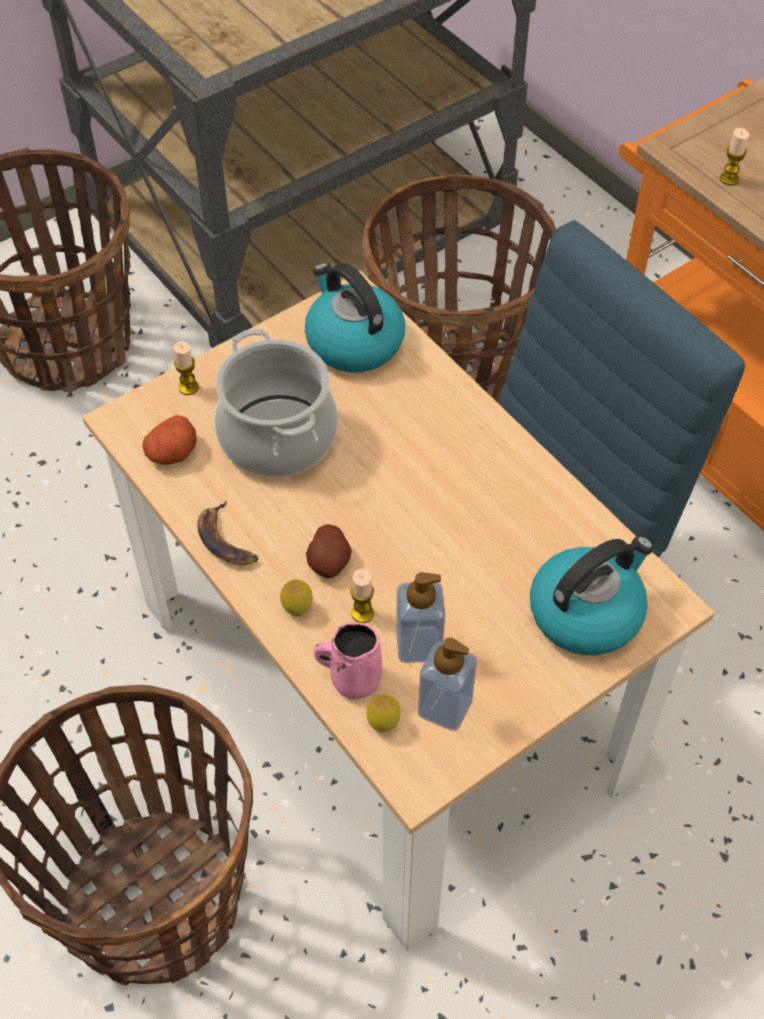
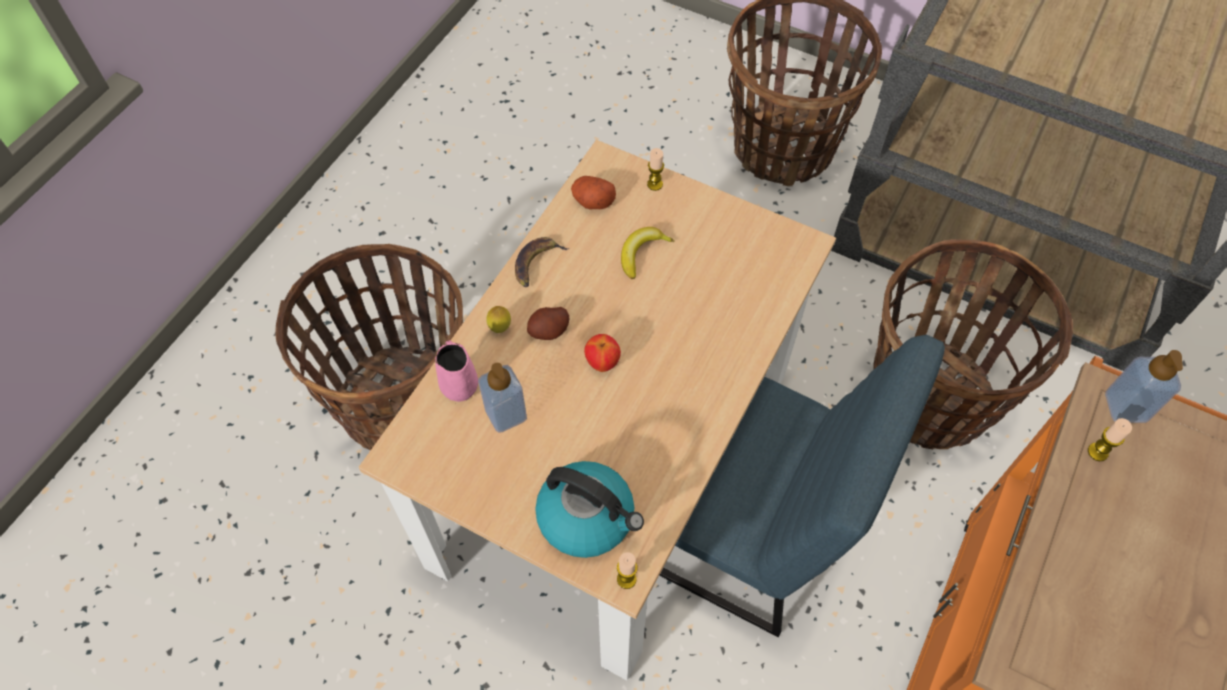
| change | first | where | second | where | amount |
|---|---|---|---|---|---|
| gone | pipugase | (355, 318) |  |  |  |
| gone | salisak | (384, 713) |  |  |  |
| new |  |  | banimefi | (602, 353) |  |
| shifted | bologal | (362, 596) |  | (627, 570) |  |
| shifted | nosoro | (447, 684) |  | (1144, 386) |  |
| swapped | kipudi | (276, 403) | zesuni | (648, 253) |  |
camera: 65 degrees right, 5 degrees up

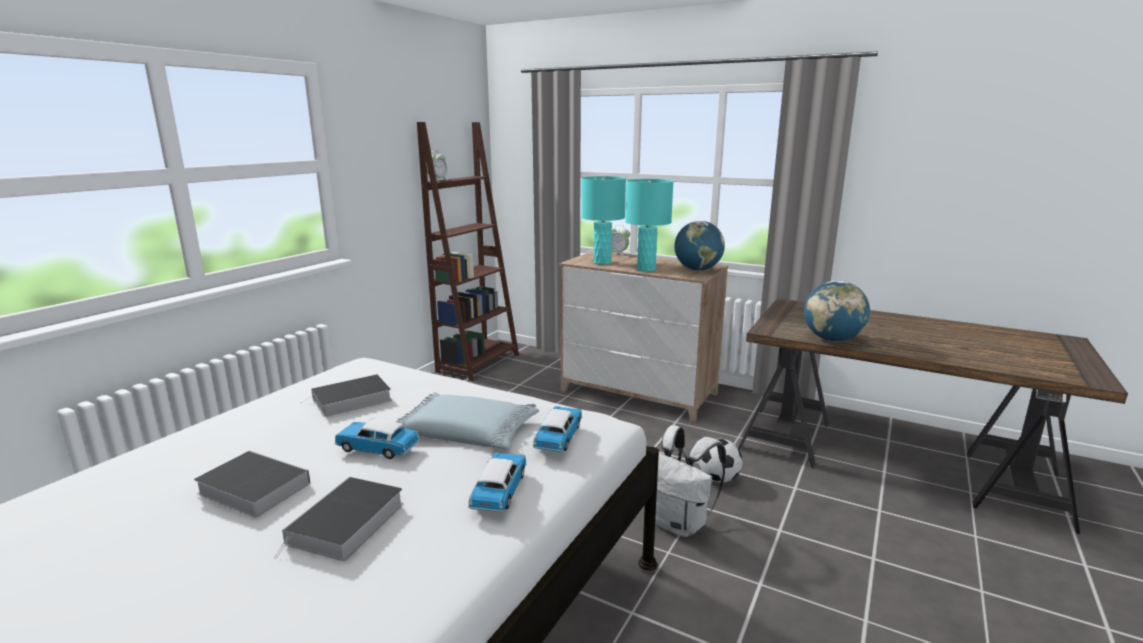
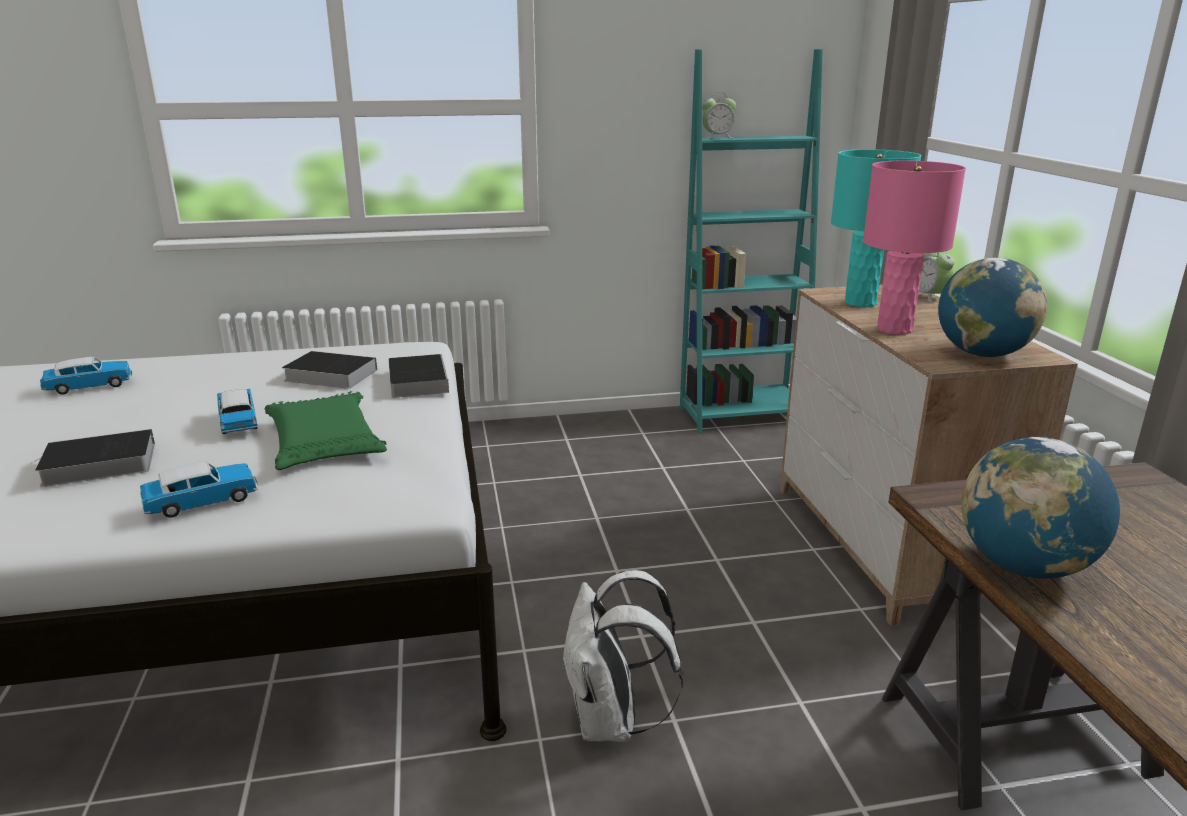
| change | first | where | second | where | amount |
|---|---|---|---|---|---|
| gone | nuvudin | (720, 460) |  |  |  |
| shifted | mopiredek | (252, 484) |  | (419, 376) |  |
| shifted | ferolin | (557, 429) |  | (86, 375) |  |
| repainted | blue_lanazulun | (467, 421) | green_lanazulun | (326, 430) |  |
| repainted | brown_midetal | (468, 251) | turquoise_midetal | (751, 241) |  |
| repainted | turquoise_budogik | (649, 225) | pink_budogik | (914, 247) |  |
camera: 50 degrees right, 5 degrees up

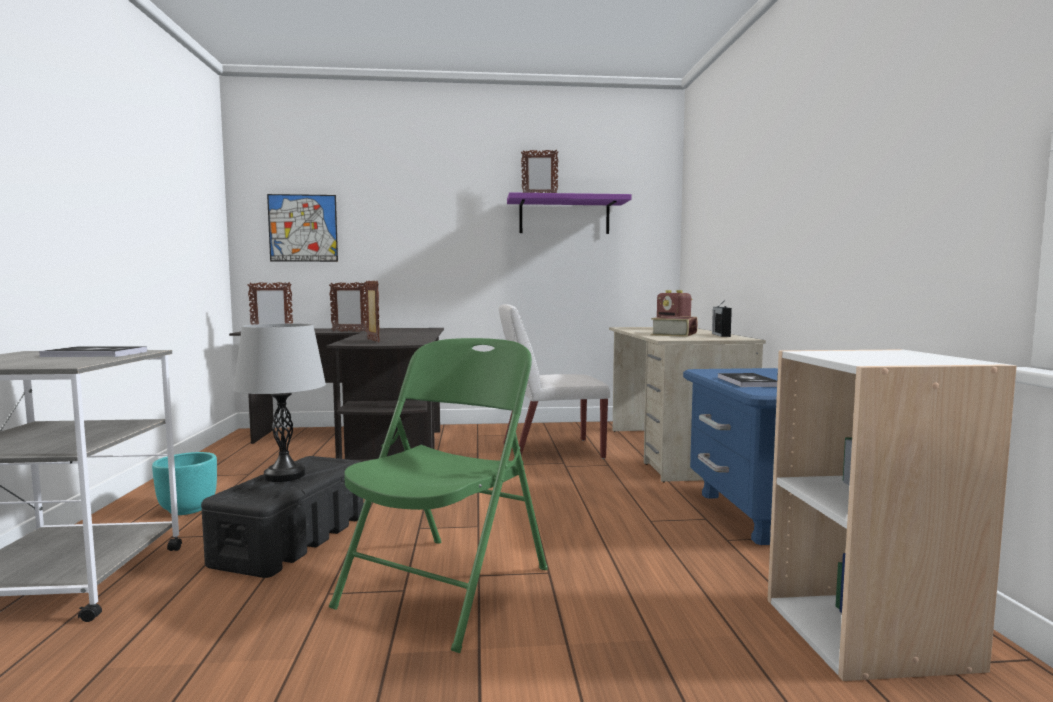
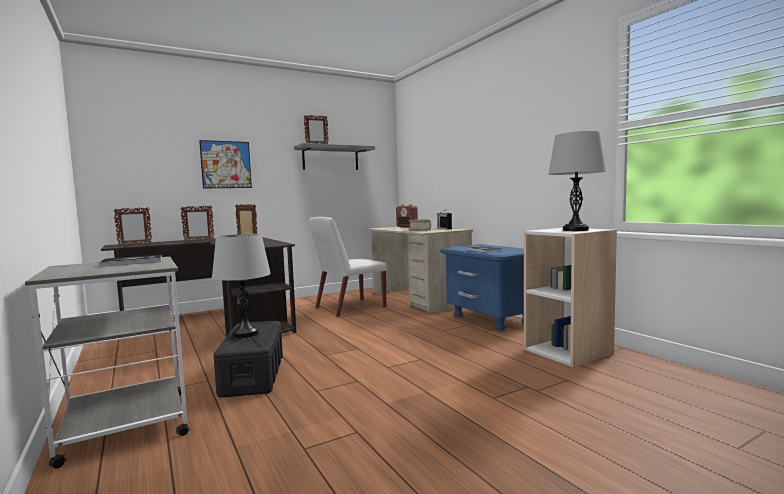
| change | first | where | second | where | amount |
|---|---|---|---|---|---|
| gone | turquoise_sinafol | (184, 483) |  |  |  |
| gone | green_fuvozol | (438, 495) |  |  |  |
| new |  |  | grey_budogik | (577, 181) |  |
| shifted | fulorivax | (302, 228) |  | (225, 164) |  |
| repainted | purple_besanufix | (569, 213) | grey_besanufix | (334, 156) |  |
camera: 25 degrees left, 0 degrees up

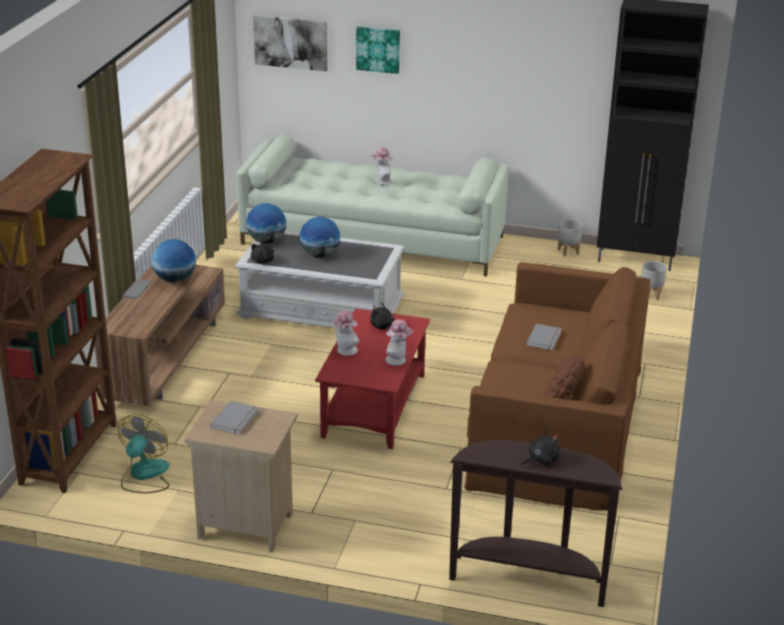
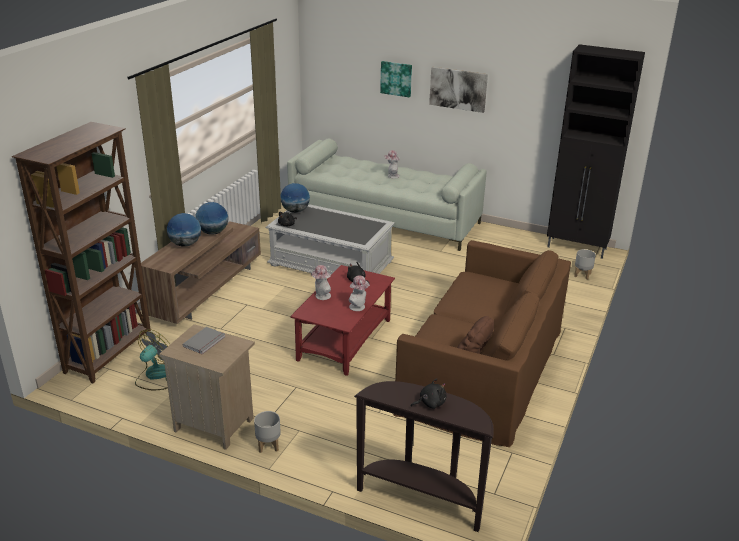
| change | first | where | second | where | amount |
|---|---|---|---|---|---|
| gone | grey_mopiredek | (544, 337) |  |  |  |
| shifted | fulorivax | (290, 43) |  | (458, 90) |  |
| shifted | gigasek | (320, 237) |  | (184, 230) |  |
| shifted | grey_sinafol | (570, 238) |  | (267, 432) |  |
camera: 10 degrees right, 0 degrees up

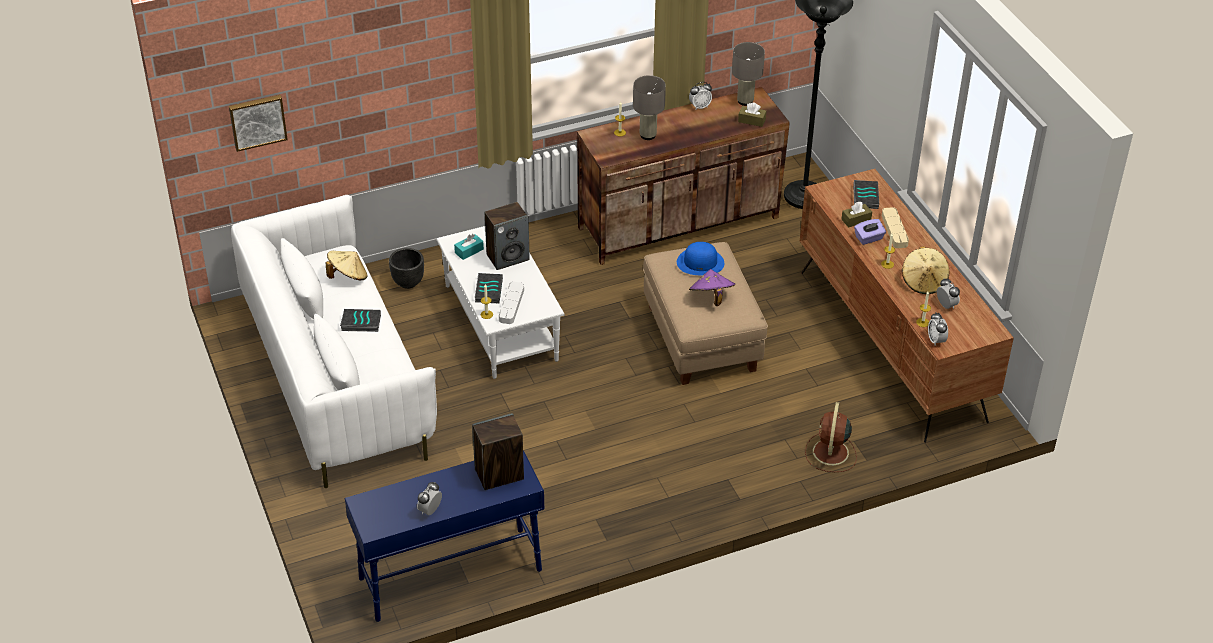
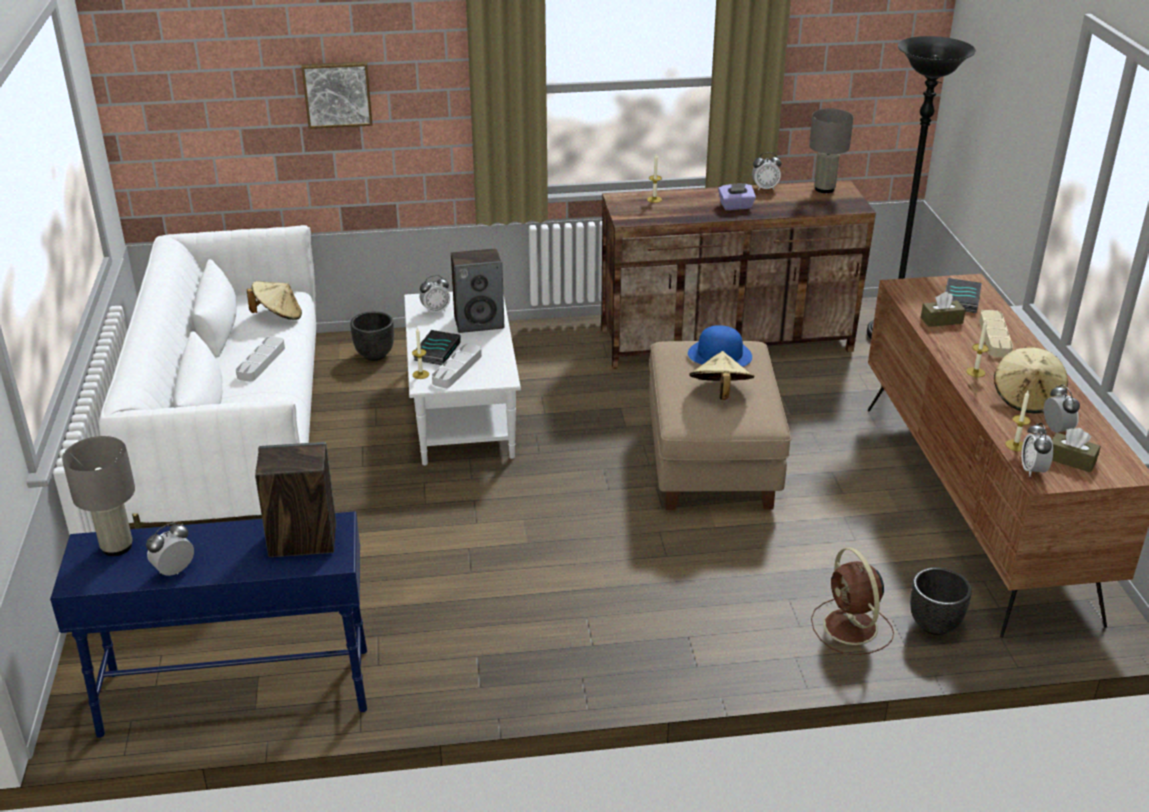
| change | first | where | second | where | amount |
|---|---|---|---|---|---|
| new |  |  | black_sinafol | (941, 601) |  |
| shifted | fulorivax | (258, 123) |  | (337, 95) |  |
| shifted | grey_budogik | (649, 107) |  | (98, 496) |  |
| shifted | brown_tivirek | (752, 115) |  | (1076, 450) |  |
| shifted | purple_tivirek | (870, 232) |  | (737, 196) |  |
| swapped | mopiredek | (360, 320) | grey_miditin | (260, 359) |  |
| swapped | turquoise_tivirek | (469, 247) | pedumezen | (435, 295) |  |
| repainted | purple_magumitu | (712, 287) | beige_magumitu | (721, 375) |  |
| rotated | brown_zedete | (831, 437) |  | (852, 601) | 45 degrees counterclockwise |
camera: 15 degrees right, 10 degrees down

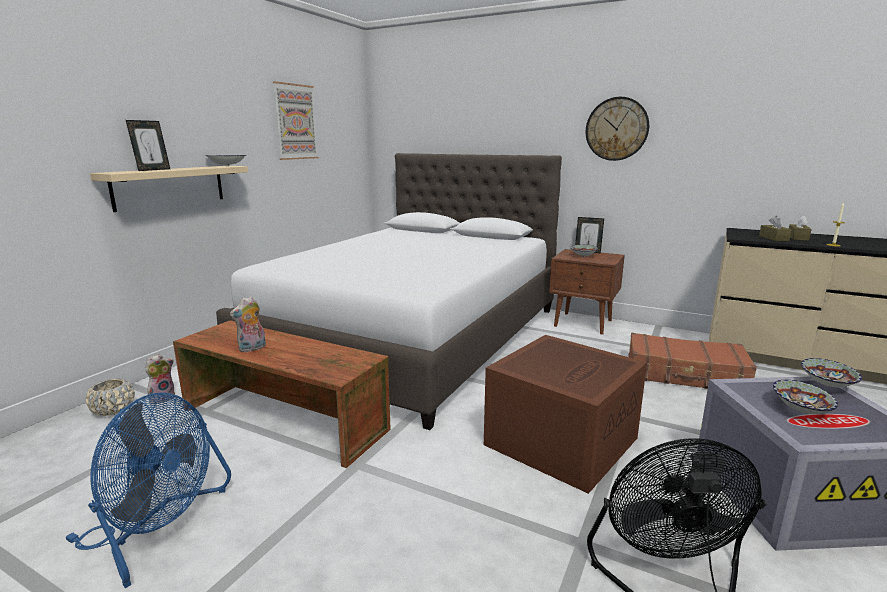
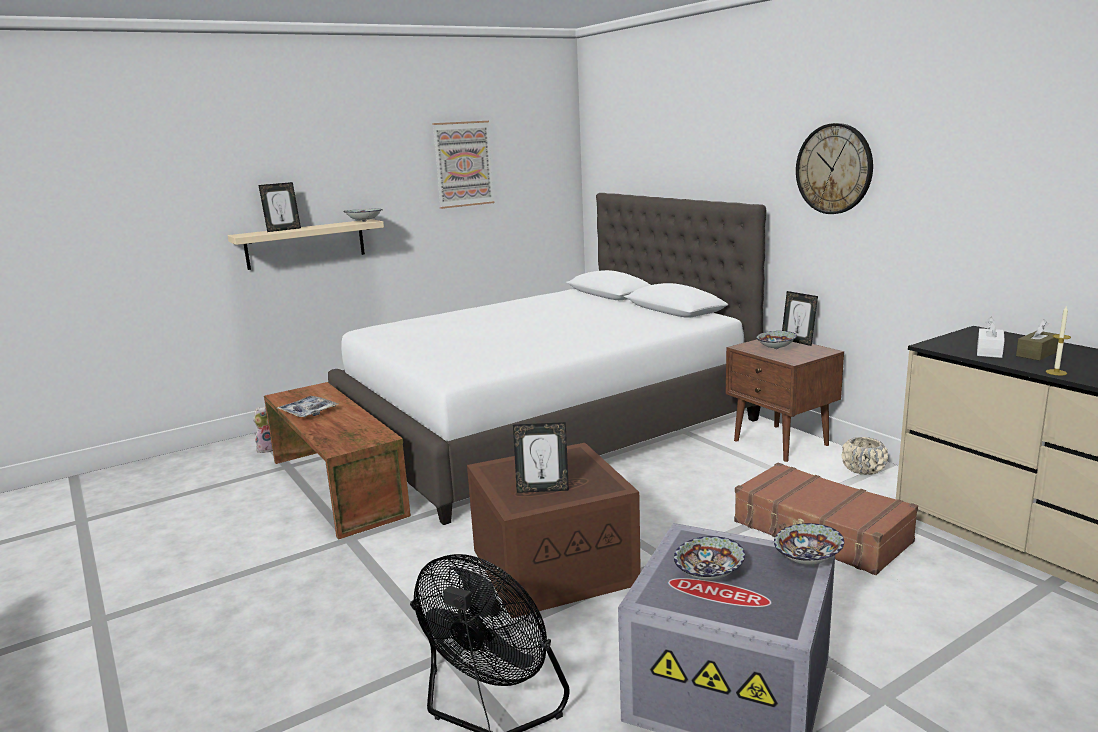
| change | first | where | second | where | amount |
|---|---|---|---|---|---|
| gone | blue_zedete | (148, 490) |  |  |  |
| new |  |  | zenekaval | (541, 457) |  |
| shifted | beige_sinafol | (110, 397) |  | (864, 456) |  |
| swapped | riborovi | (248, 324) | miditin | (308, 407) |  |
| repainted | brown_tivirek | (775, 228) | white_tivirek | (991, 337) |  |
camera: 30 degrees right, 0 degrees up

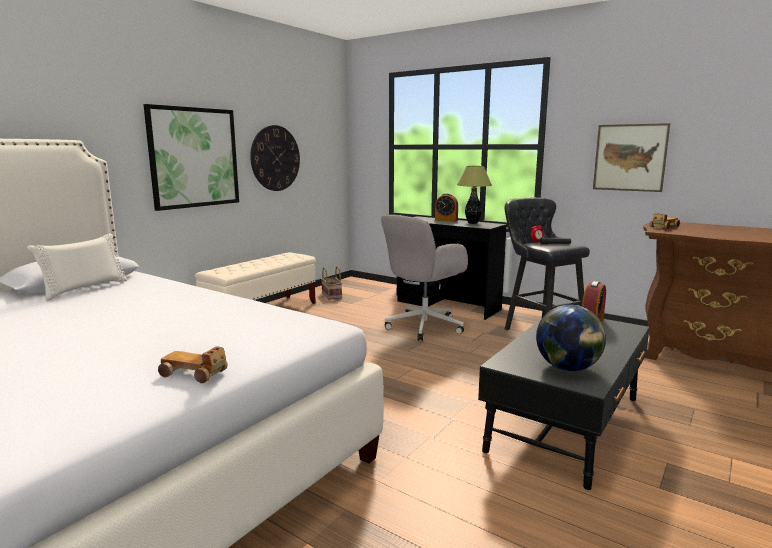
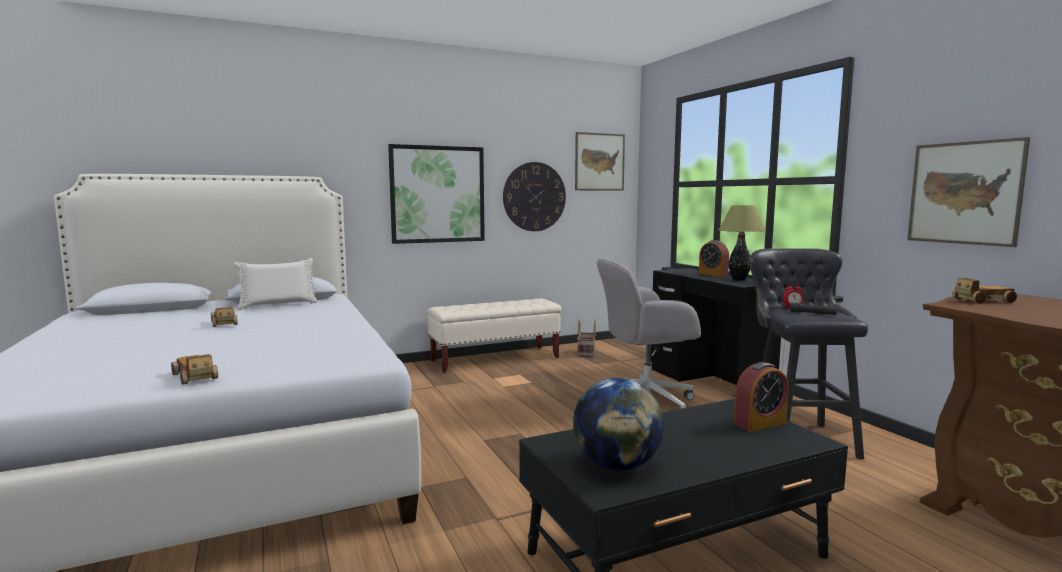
| change | first | where | second | where | amount |
|---|---|---|---|---|---|
| new |  |  | ferolin | (224, 317) |  |
| new |  |  | fulorivax | (600, 161) |  |
camera: 30 degrees right, 5 degrees down

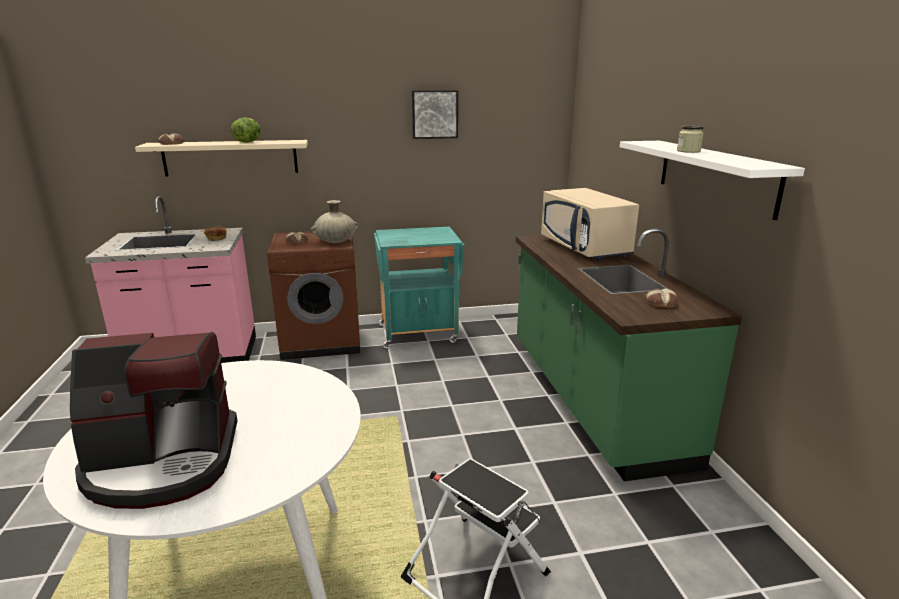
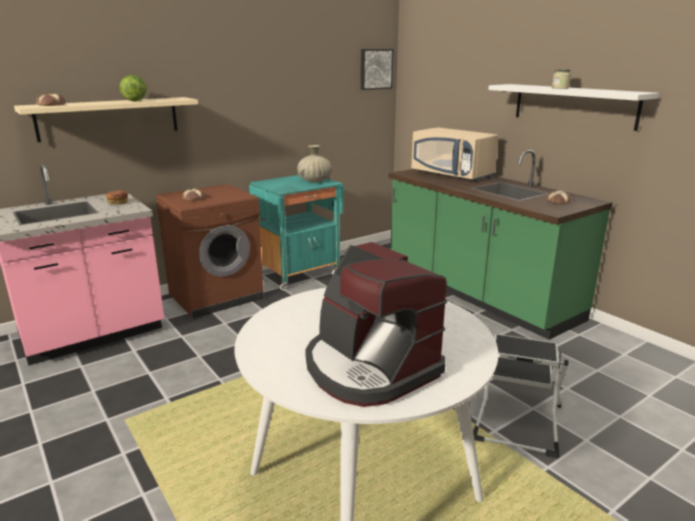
| change | first | where | second | where | amount |
|---|---|---|---|---|---|
| shifted | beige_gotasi | (334, 221) |  | (314, 163) |  |
| shifted | fulorivax | (435, 114) |  | (377, 69) |  |
| rotated | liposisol | (153, 420) |  | (376, 324) | 90 degrees clockwise |
camera: 25 degrees left, 0 degrees up

